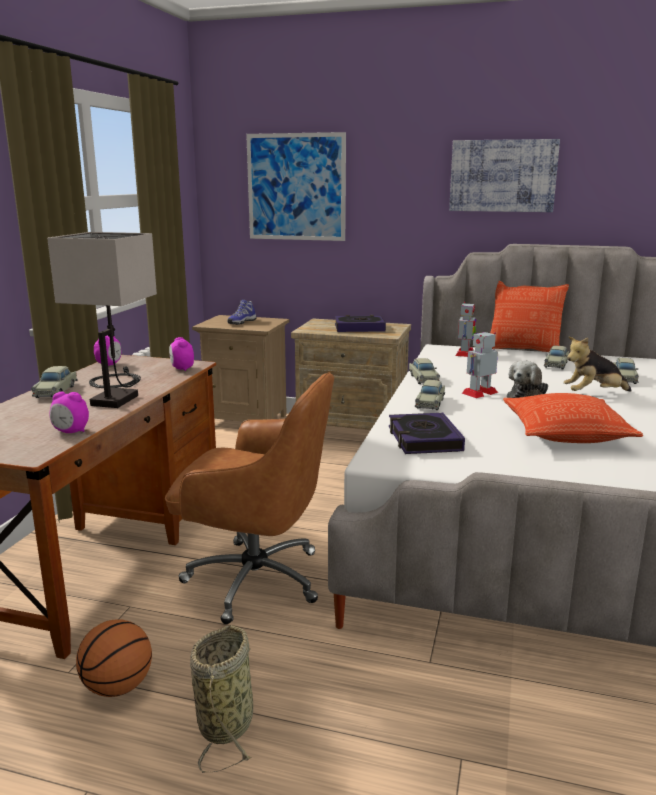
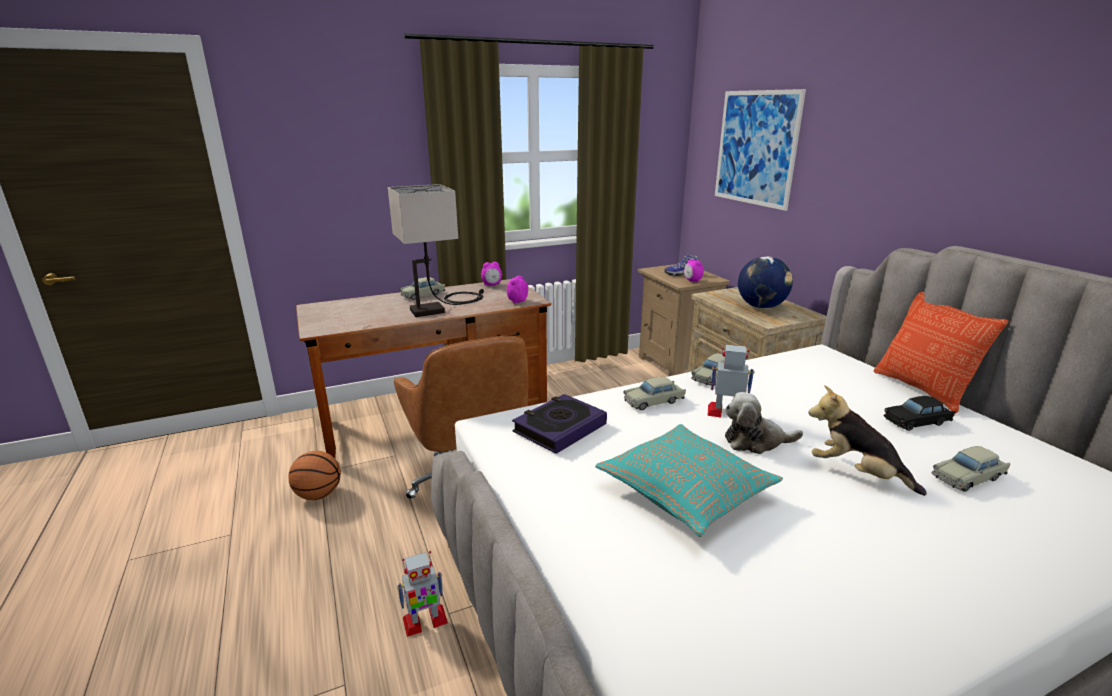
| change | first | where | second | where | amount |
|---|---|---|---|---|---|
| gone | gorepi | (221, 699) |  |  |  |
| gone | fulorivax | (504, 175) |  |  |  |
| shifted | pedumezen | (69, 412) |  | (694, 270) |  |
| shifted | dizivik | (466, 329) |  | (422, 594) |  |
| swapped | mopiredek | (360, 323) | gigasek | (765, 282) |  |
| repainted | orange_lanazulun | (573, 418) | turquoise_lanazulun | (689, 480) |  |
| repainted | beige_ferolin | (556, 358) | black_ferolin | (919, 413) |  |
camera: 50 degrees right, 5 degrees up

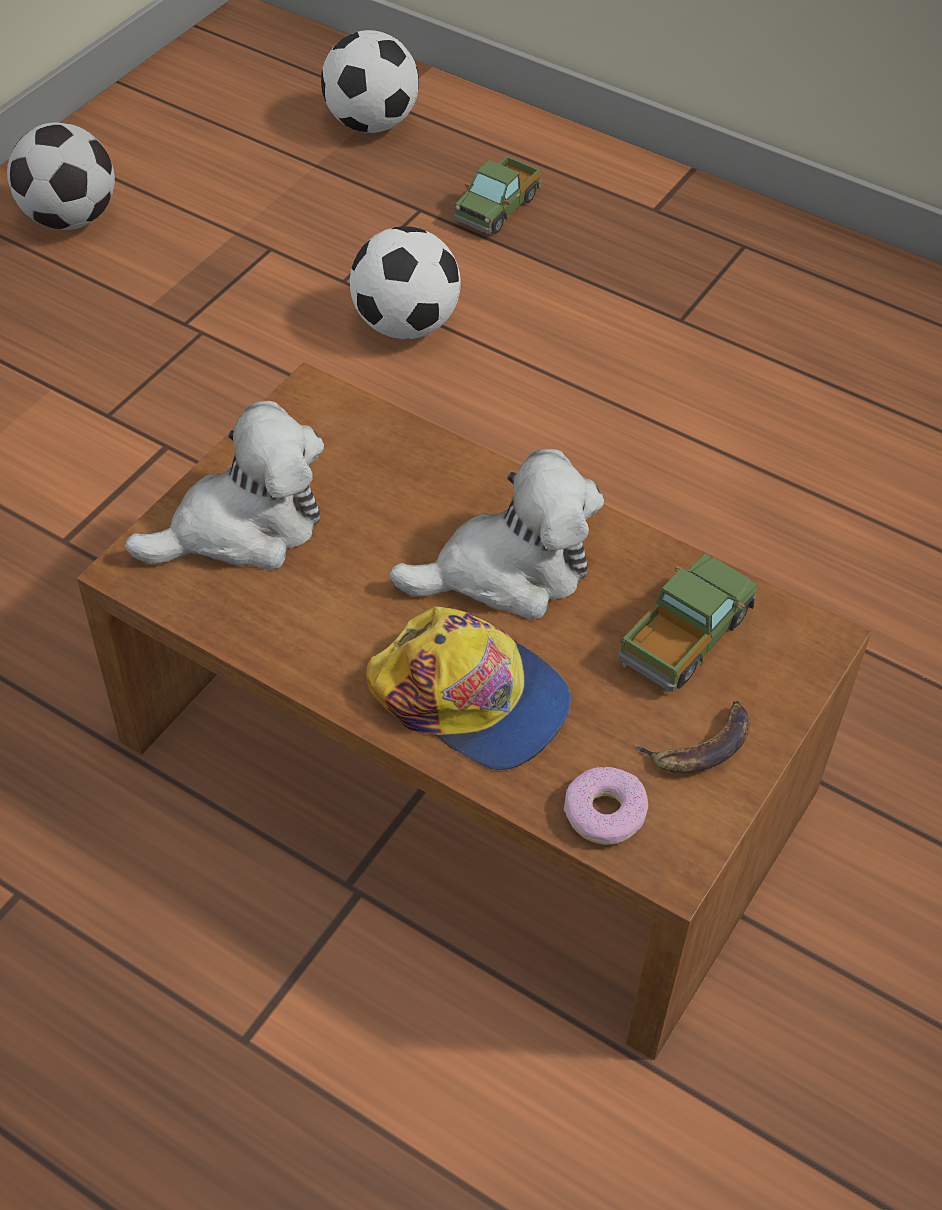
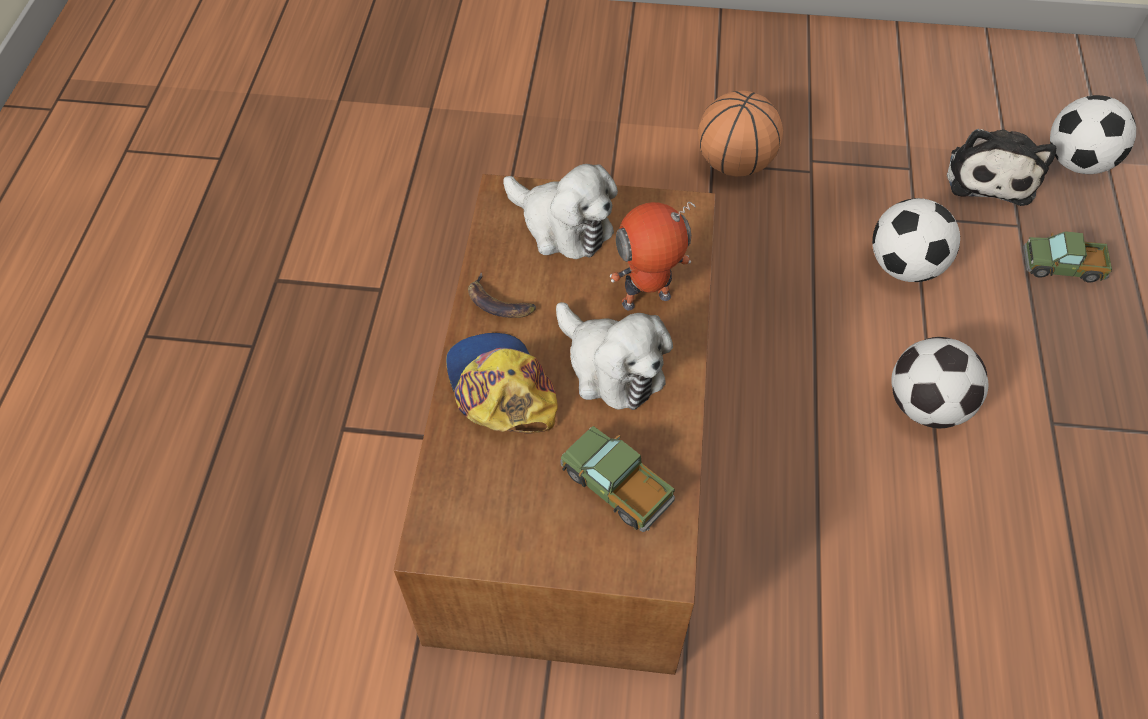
| change | first | where | second | where | amount |
|---|---|---|---|---|---|
| gone | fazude | (606, 806) |  |  |  |
| new |  |  | dizivik | (653, 256) |  |
| new |  |  | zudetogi | (740, 133) |  |
| new |  |  | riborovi | (1001, 167) |  |
| shifted | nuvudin | (61, 176) |  | (940, 382) |  |
| shifted | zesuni | (691, 737) |  | (502, 295) |  |
| rotated | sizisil | (468, 688) |  | (502, 383) | 150 degrees clockwise |
| rotated | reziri | (688, 623) |  | (617, 479) | 150 degrees counterclockwise |
camera: 65 degrees right, 5 degrees up

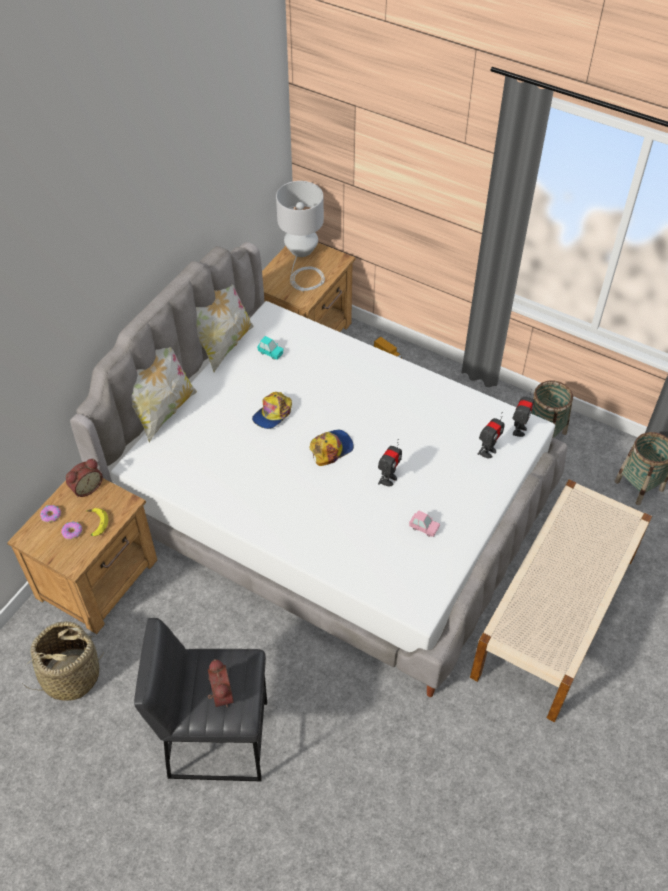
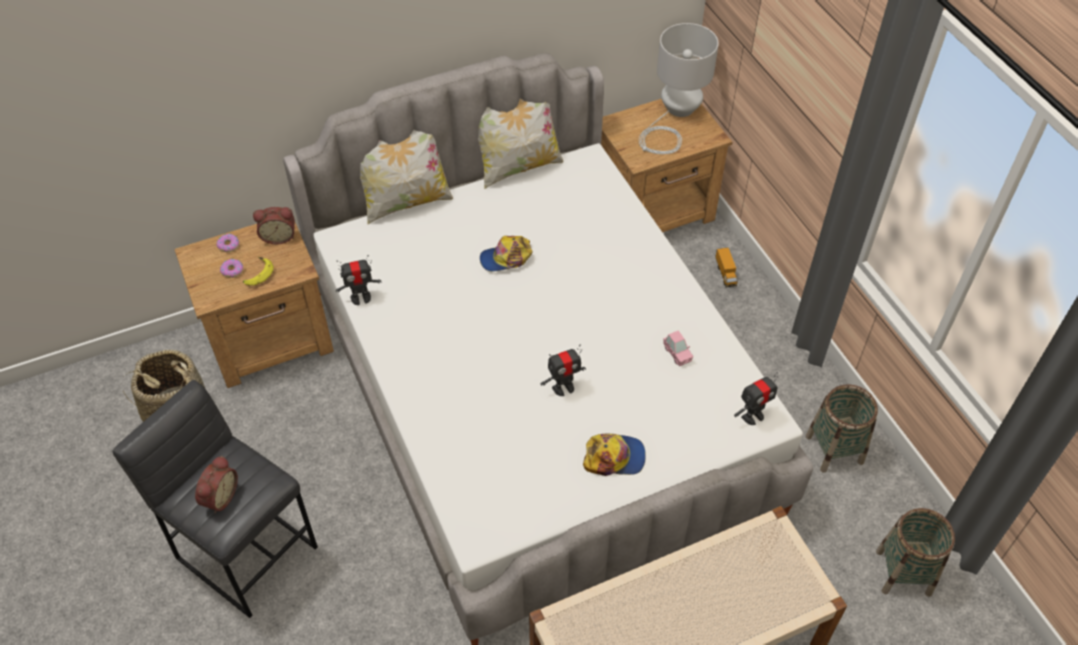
| change | first | where | second | where | amount |
|---|---|---|---|---|---|
| gone | turquoise_ferolin | (270, 348) |  |  |  |
| shifted | sizisil | (332, 448) |  | (614, 454) |  |
| shifted | pink_ferolin | (424, 523) |  | (678, 348) |  |
| shifted | dizivik | (491, 435) |  | (358, 280) |  |
camera: 35 degrees right, 0 degrees up

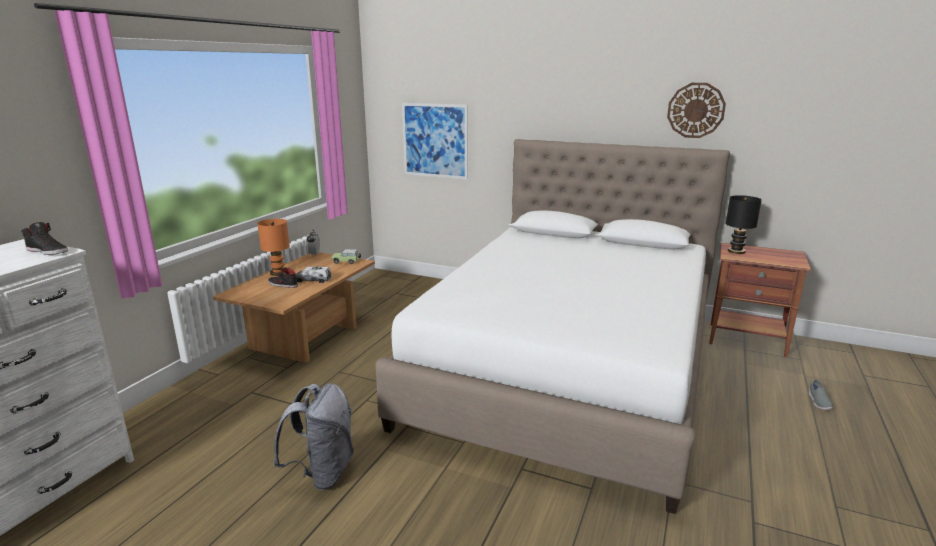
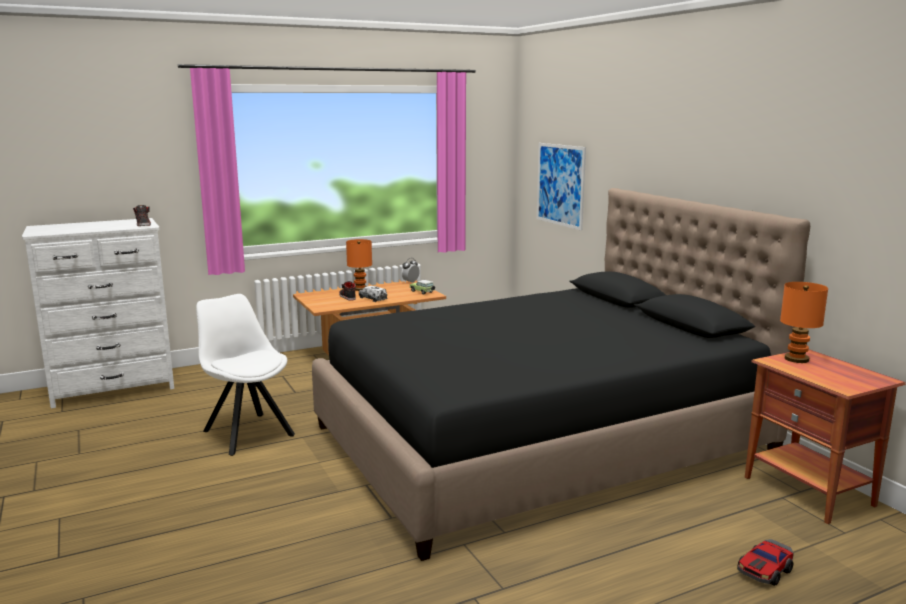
| change | first | where | second | where | amount |
|---|---|---|---|---|---|
| gone | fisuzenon | (696, 110) |  |  |  |
| swapped | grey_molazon | (313, 437) | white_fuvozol | (245, 375) |  |
| swapped | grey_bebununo | (821, 394) | ferolin | (765, 562) |  |
| repainted | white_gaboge | (553, 326) | black_gaboge | (561, 374) |  |
| repainted | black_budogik | (744, 224) | orange_budogik | (804, 322) |  |
camera: 40 degrees right, 5 degrees down

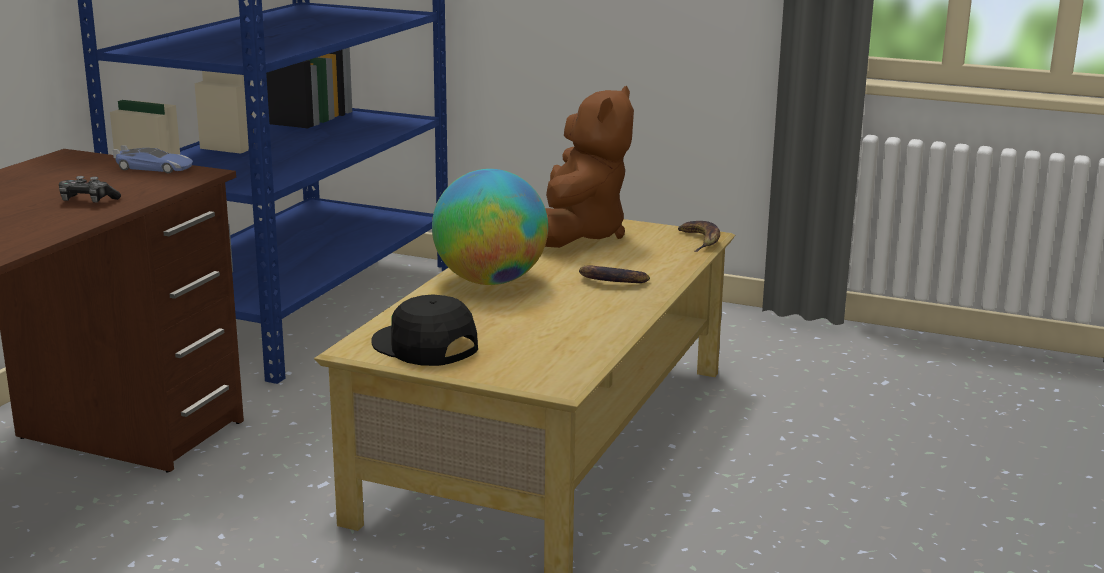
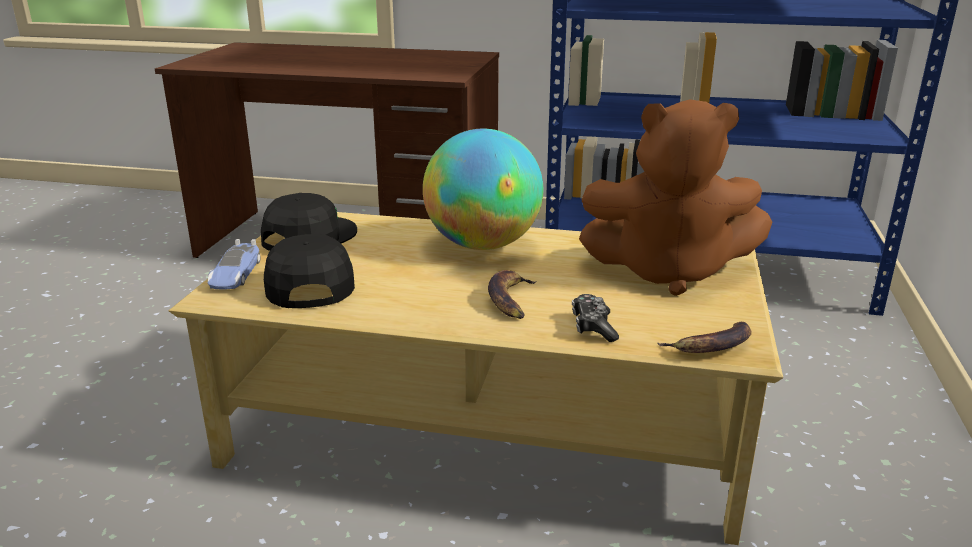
| change | first | where | second | where | amount |
|---|---|---|---|---|---|
| new |  |  | black_sizisil | (309, 271) |  |
| shifted | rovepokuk | (90, 189) |  | (595, 318) |  |
| shifted | ferolin | (153, 159) |  | (234, 264) |  |
camera: 80 degrees right, 5 degrees up

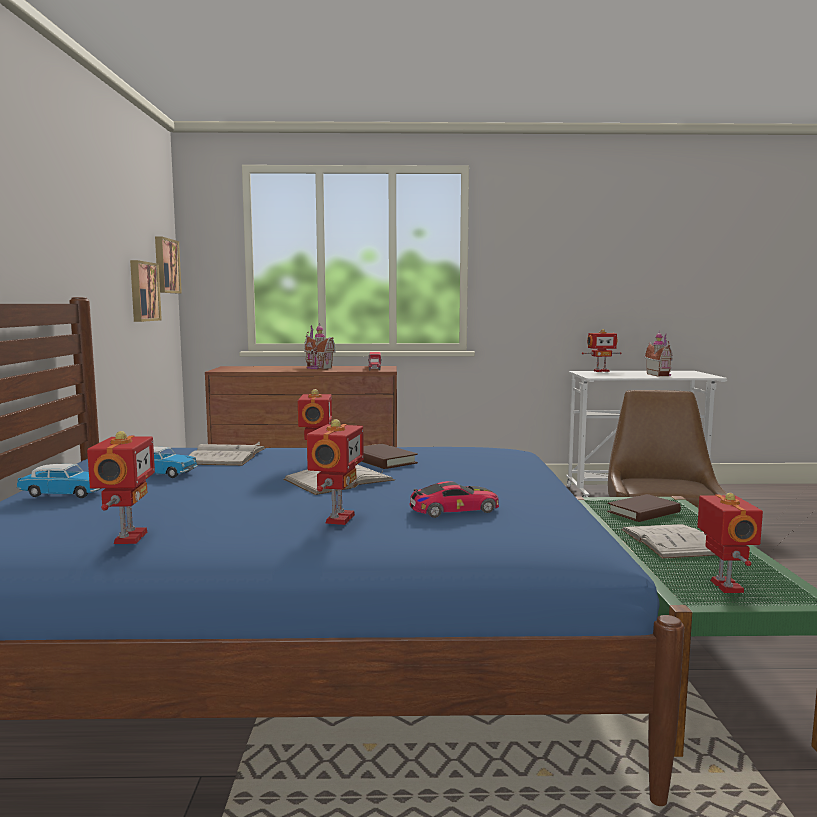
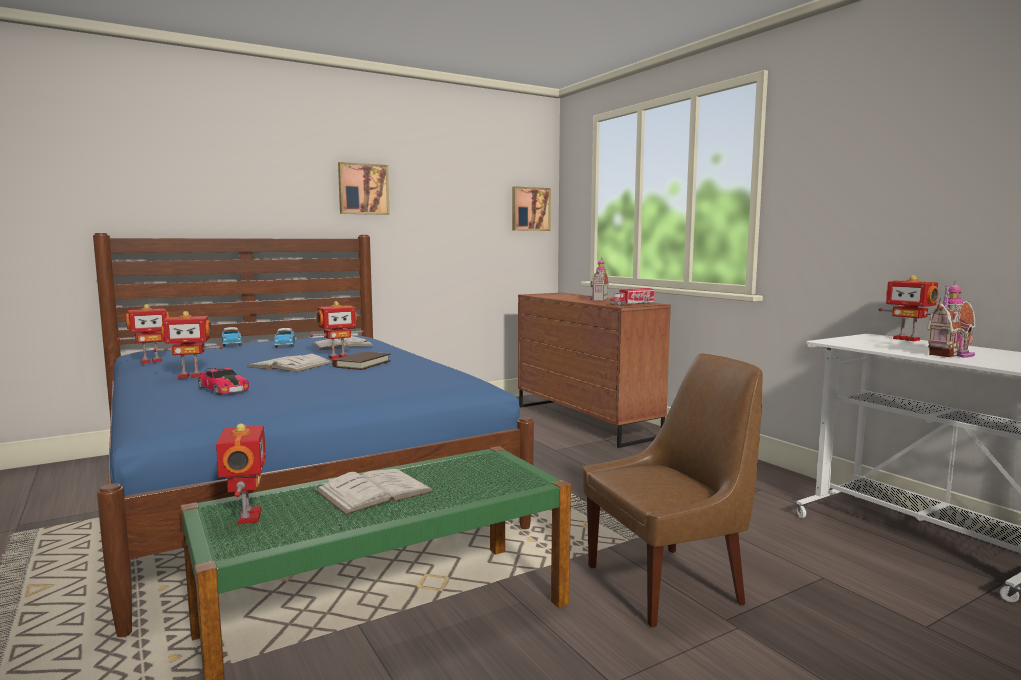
| change | first | where | second | where | amount |
|---|---|---|---|---|---|
| gone | brown_mopiredek | (644, 508) |  |  |  |
| shifted | fulorivax | (146, 291) |  | (364, 188) |  |
| rotated | dizivik | (730, 543) |  | (241, 474) | 75 degrees counterclockwise |
camera: 60 degrees right, 0 degrees up

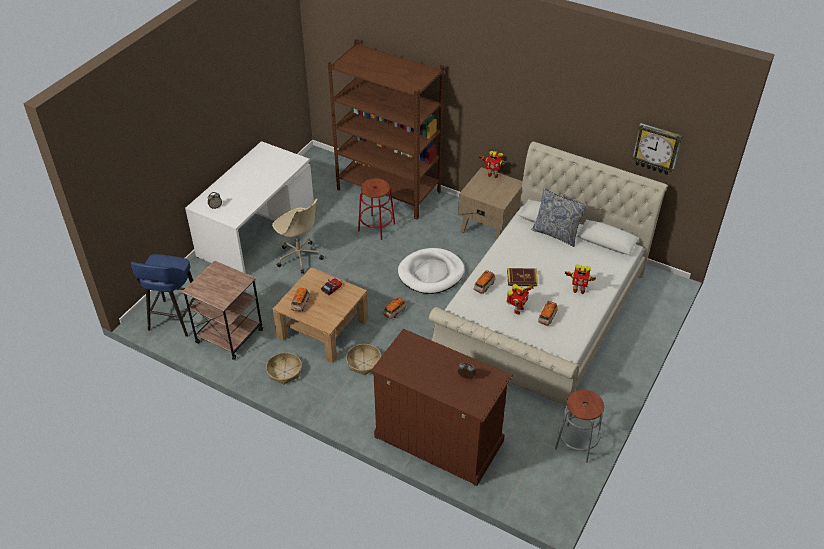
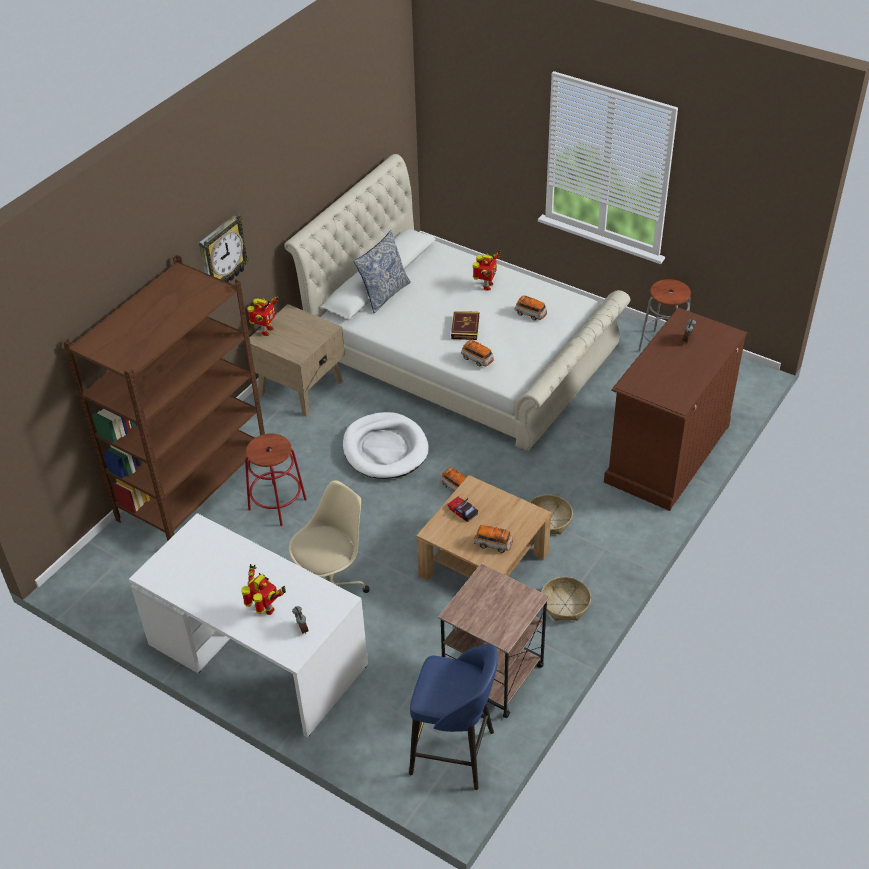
| change | first | where | second | where | amount |
|---|---|---|---|---|---|
| shifted | dizivik | (520, 299) |  | (263, 589) |  |
| shifted | fisuzenon | (657, 149) |  | (224, 247) |  |
camera: 85 degrees left, 0 degrees up

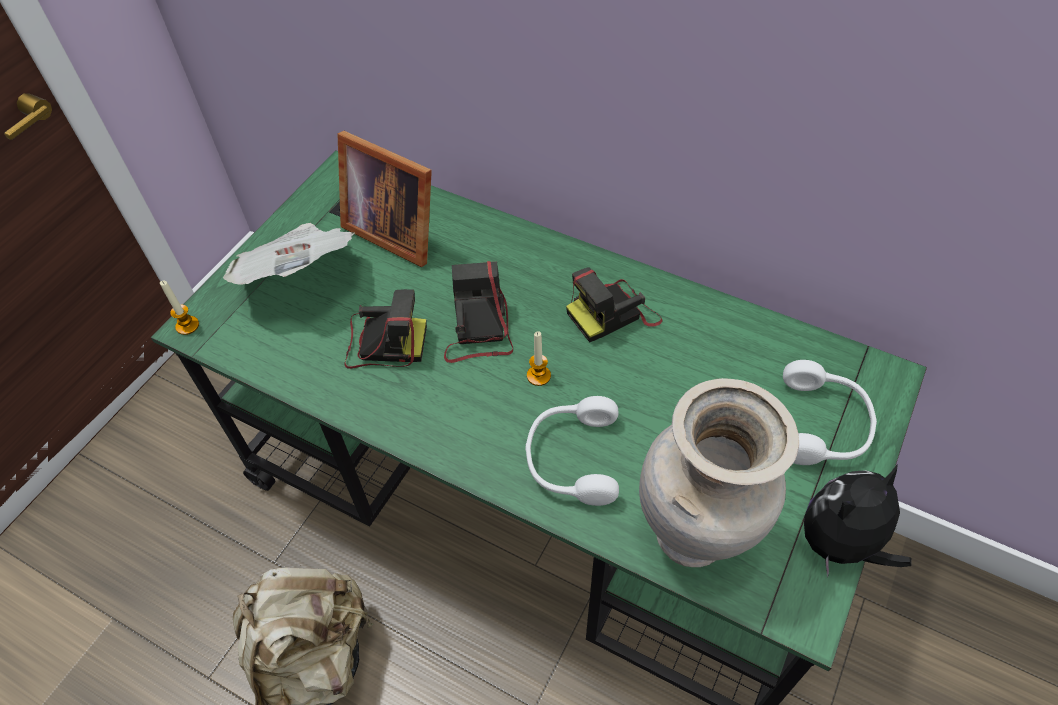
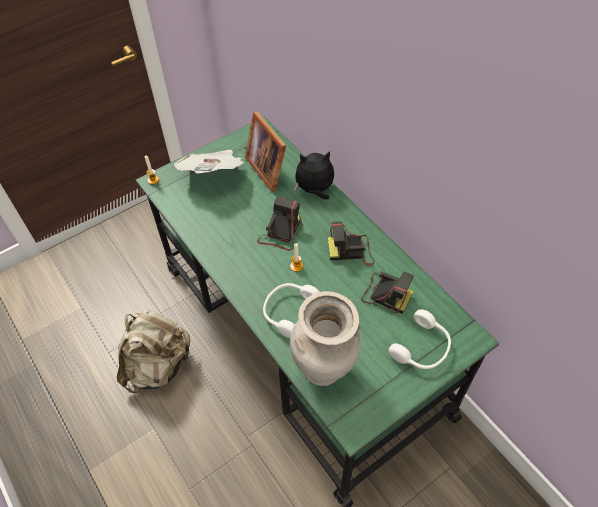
| change | first | where | second | where | amount |
|---|---|---|---|---|---|
| shifted | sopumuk | (385, 329) |  | (387, 292) |  |
| shifted | riborovi | (858, 521) |  | (313, 175) |  |
camera: 25 degrees right, 0 degrees up

